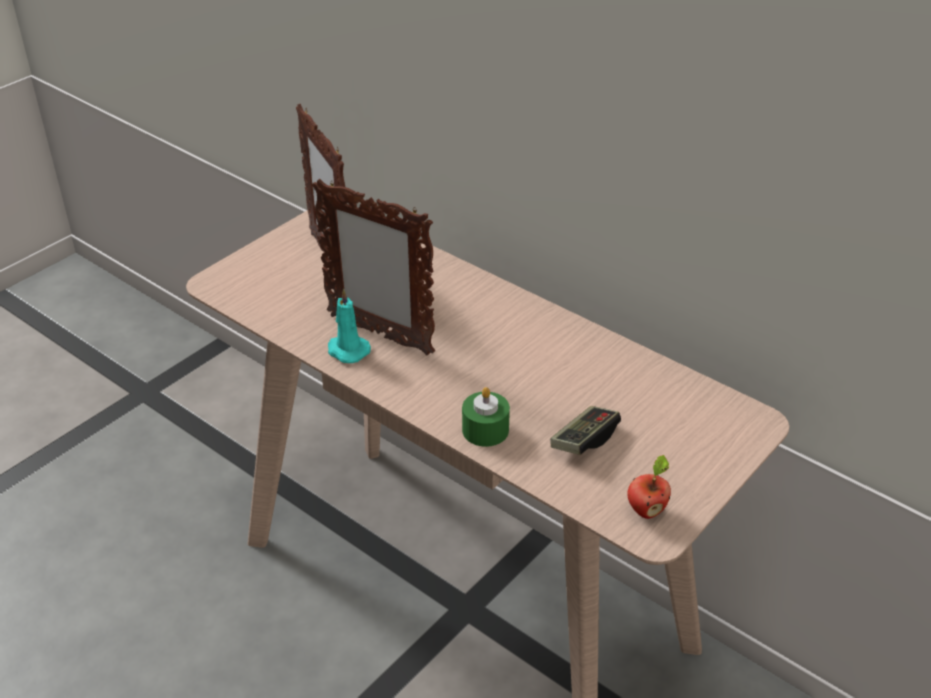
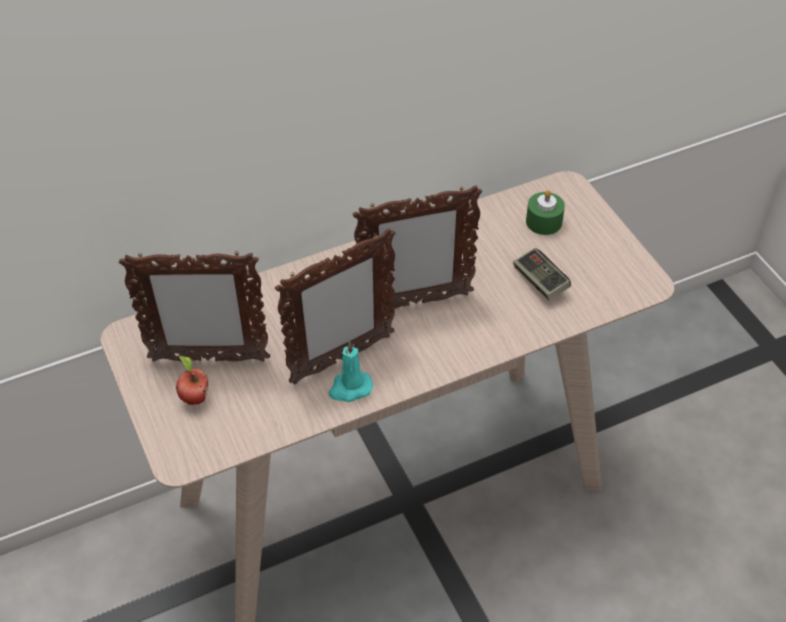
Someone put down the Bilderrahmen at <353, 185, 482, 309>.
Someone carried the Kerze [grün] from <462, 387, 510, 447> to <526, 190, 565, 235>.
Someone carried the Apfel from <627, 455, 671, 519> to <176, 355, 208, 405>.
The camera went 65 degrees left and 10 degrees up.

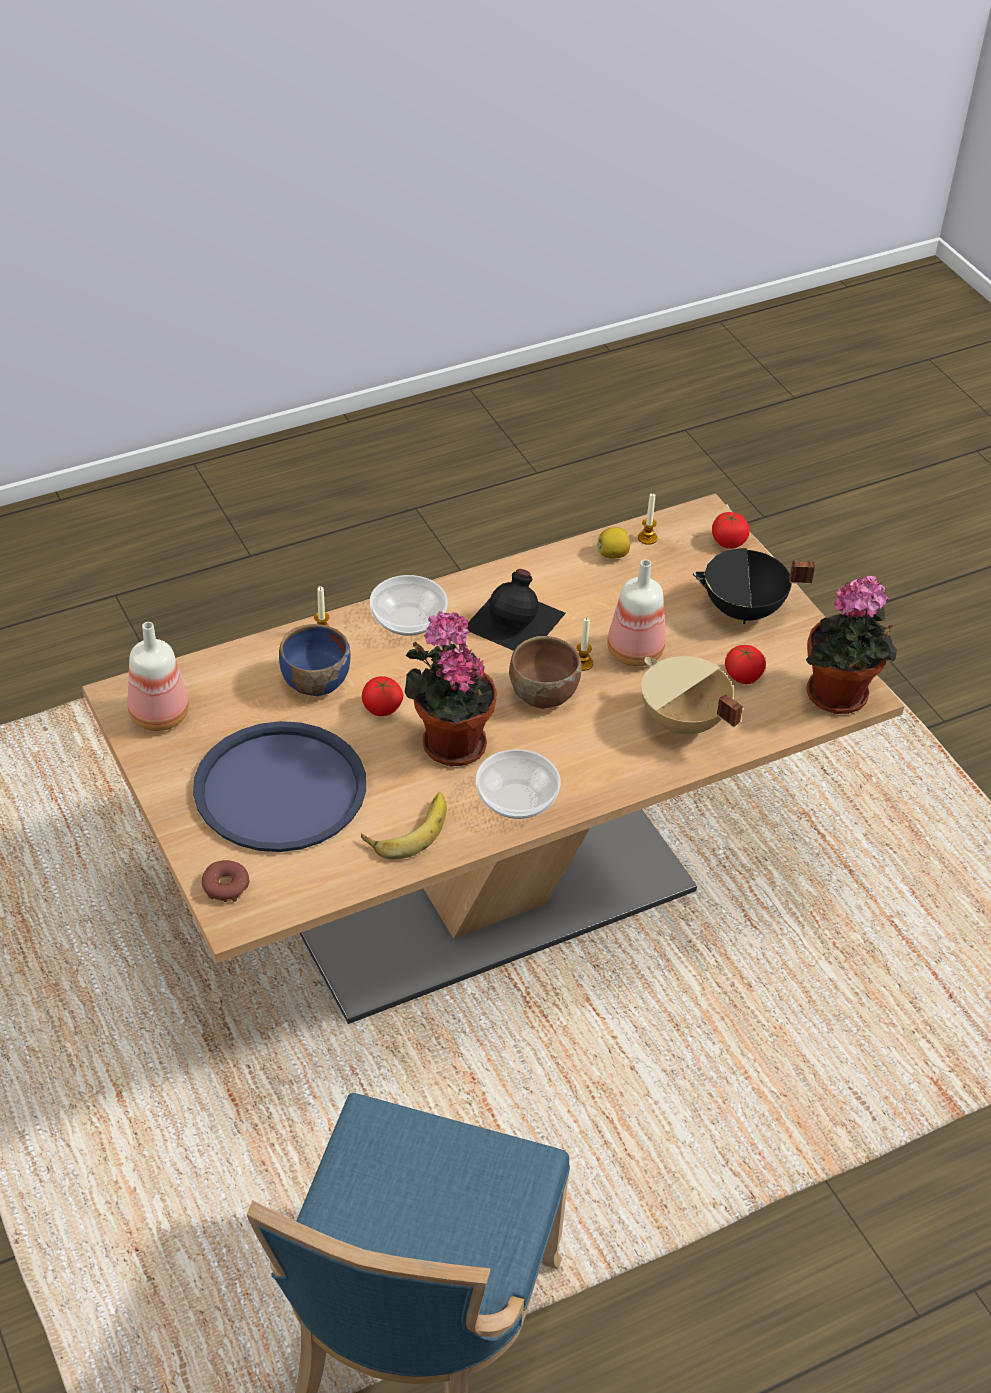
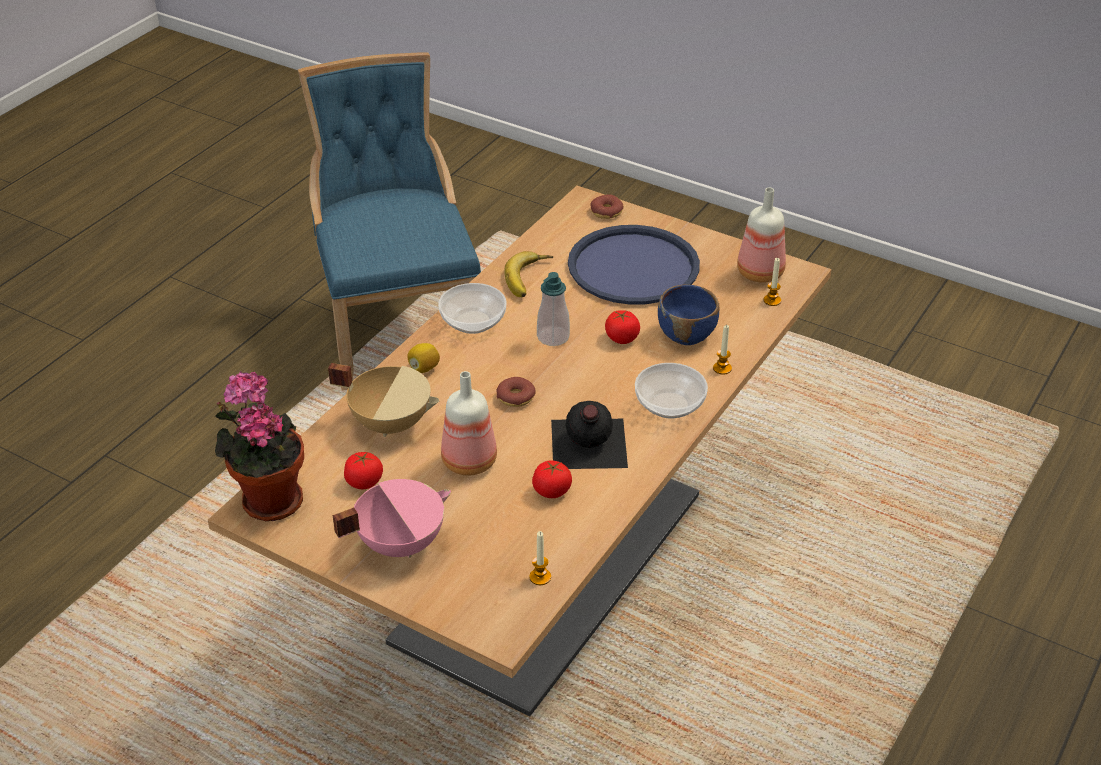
Someone carried the Kerze from <576, 618, 593, 671> to <764, 258, 781, 306>.
Someone carried the Zitrone from <597, 527, 630, 559> to <407, 343, 440, 373>.
Someone carried the Tomate from <712, 512, 750, 549> to <532, 460, 572, 498>.
Someone swapped the Topfpflanze at <405, 611, 497, 766> for the Seifenspender at <537, 272, 570, 346>.
Someone swapped the Schüssel [braun] at <509, 636, 582, 709> for the Donut at <497, 377, 536, 407>.
Someone repainted the Kochtopf [schwarz] at <693, 548, 815, 624>, which became the Kochtopf [rosa] at <333, 479, 451, 558>.
The camera went 150 degrees right and 5 degrees down.

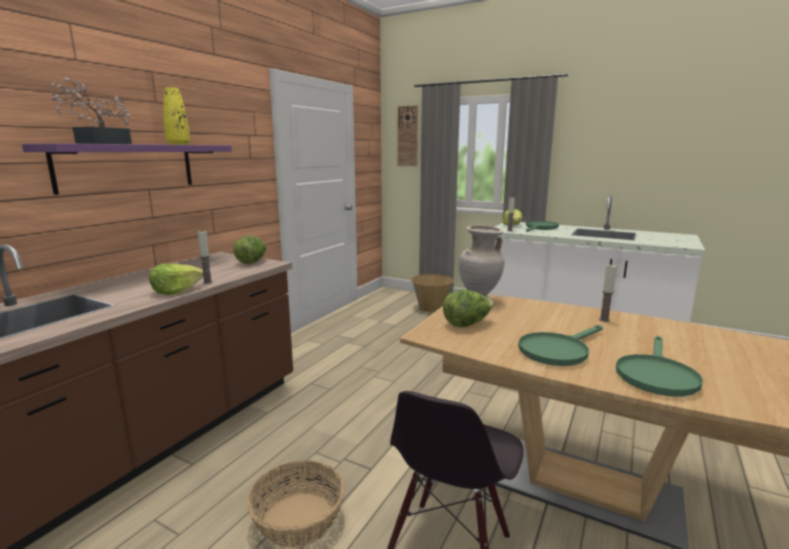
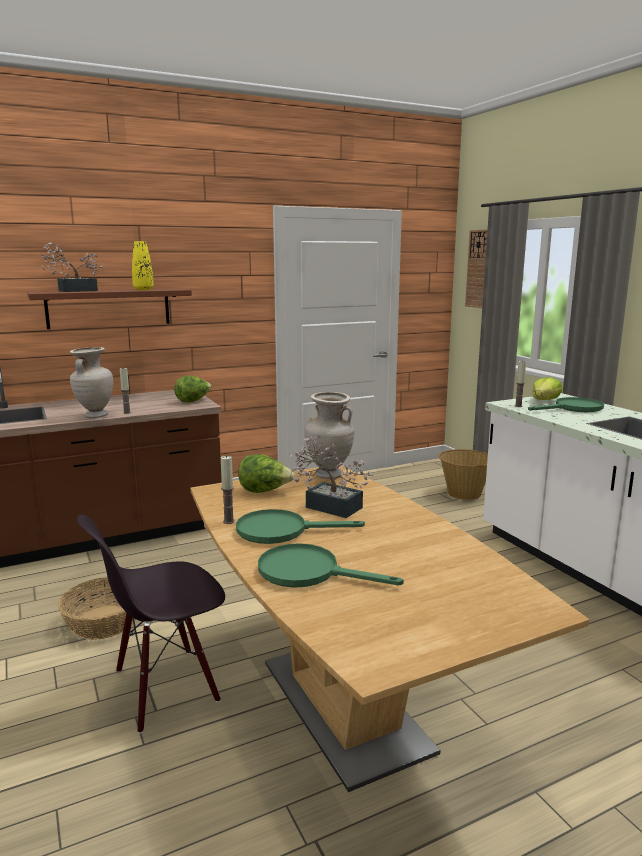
Someone put down the Topfpflanze at <289, 435, 374, 518>.
Someone carried the Kerze from <599, 264, 617, 322> to <221, 455, 235, 524>.
Someone swapped the Salatkopf at <149, 263, 203, 295> for the Vase [beige] at <70, 347, 113, 418>.
Someone repainted the Wandregal [lila] at <22, 143, 232, 195>, which became the Wandregal [braun] at <27, 288, 192, 329>.
Someone rotated the Pfanne [grün] at <616, 336, 703, 397> by 45 degrees clockwise.
The camera went 35 degrees right and 0 degrees up.

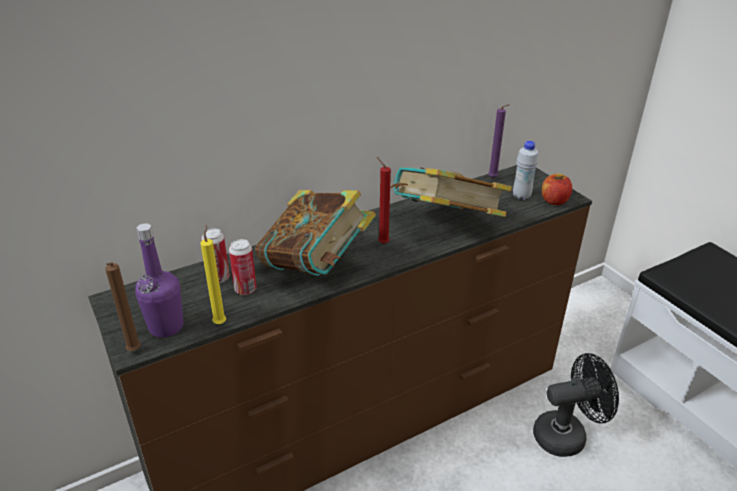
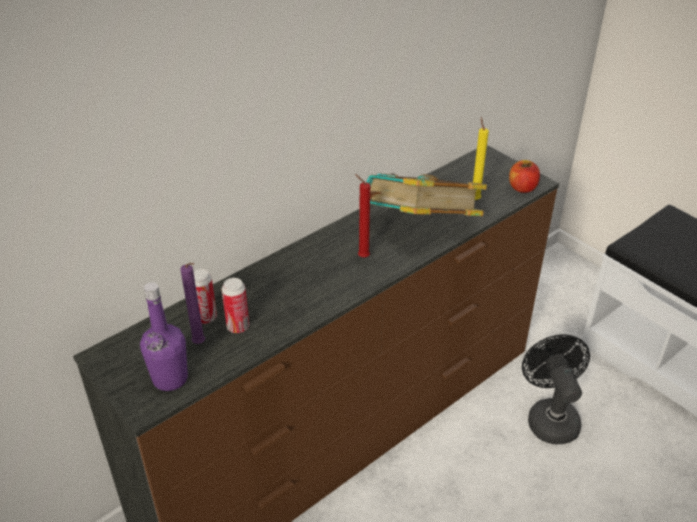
Someone took away the Kerze [braun] at <105, 262, 141, 351>.
Someone took away the Buch at <255, 190, 376, 276>.
Someone took away the Flasche [weiß] at <513, 141, 538, 200>.
Someone carried the Kerze [gelb] from <200, 225, 226, 324> to <473, 117, 489, 200>.
Someone carried the Kerze [lila] from <488, 104, 510, 178> to <181, 262, 205, 344>.
Someone rotated the Ventilator [schwarz] at <533, 353, 619, 457> by 75 degrees counterclockwise.
The camera went 10 degrees left and 5 degrees up.

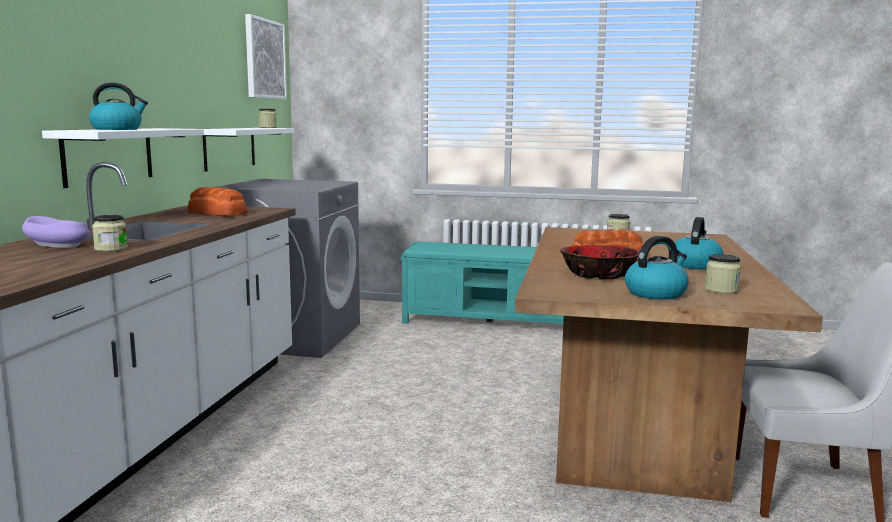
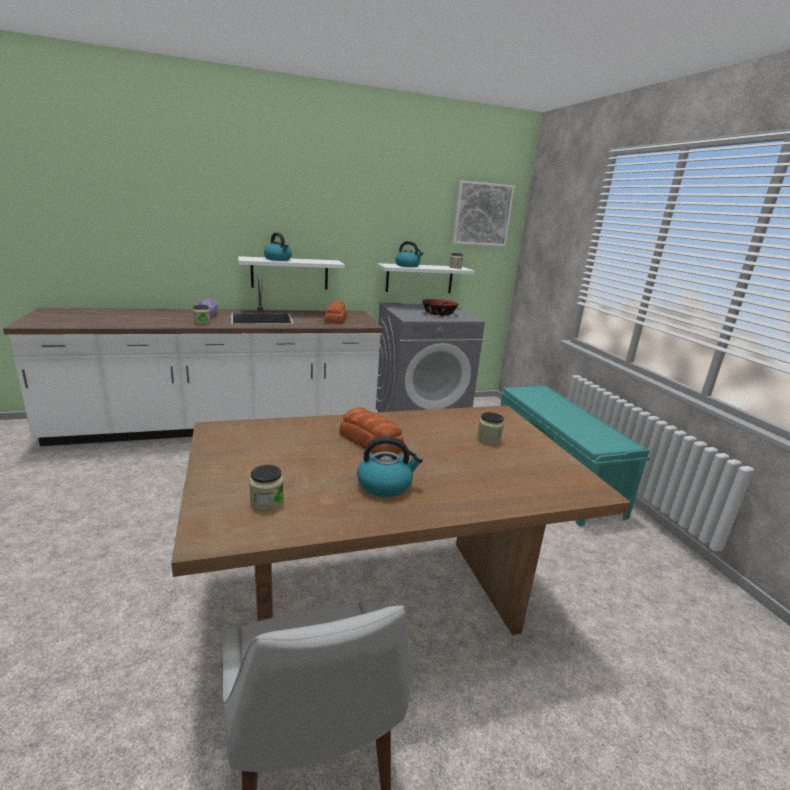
Someone carried the Schüssel from <560, 245, 639, 280> to <422, 299, 459, 316>.
Someone carried the Wasserkessel from <625, 236, 689, 300> to <395, 241, 423, 267>.
The camera went 60 degrees right and 10 degrees up.

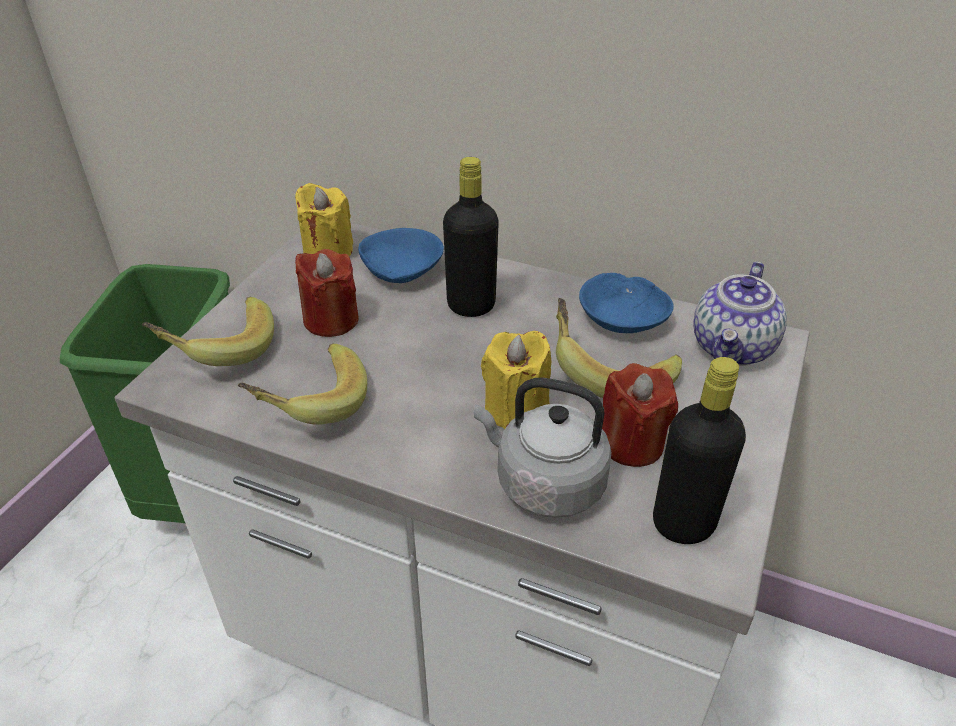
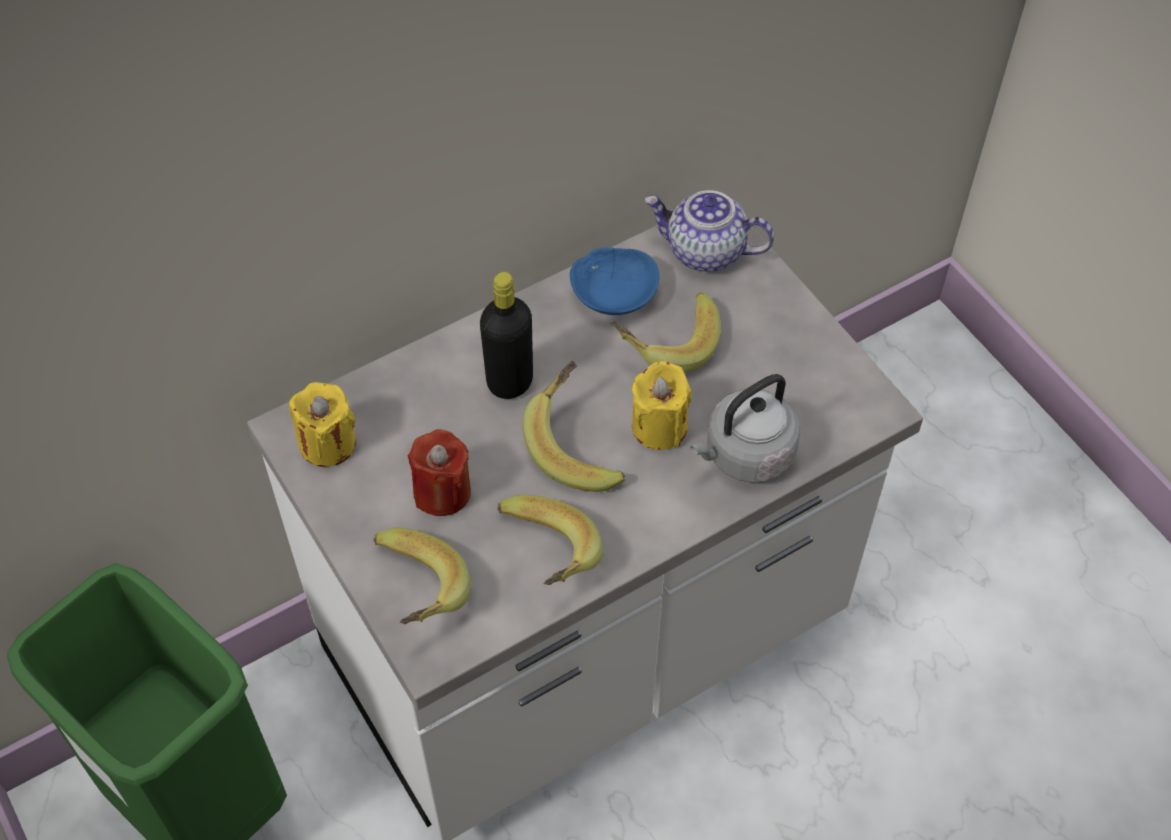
Someone took away the Schüssel [blau] at <358, 228, 444, 283>.
Someone took away the Kerze [rot] at <602, 363, 678, 467>.
Someone took away the Flasche [schwarz] at <653, 357, 746, 544>.
Someone put down the Banane at <522, 361, 625, 492>.
Someone rotated the Teekanne at <693, 262, 787, 366> by 135 degrees clockwise.
The camera went 55 degrees left and 15 degrees up.

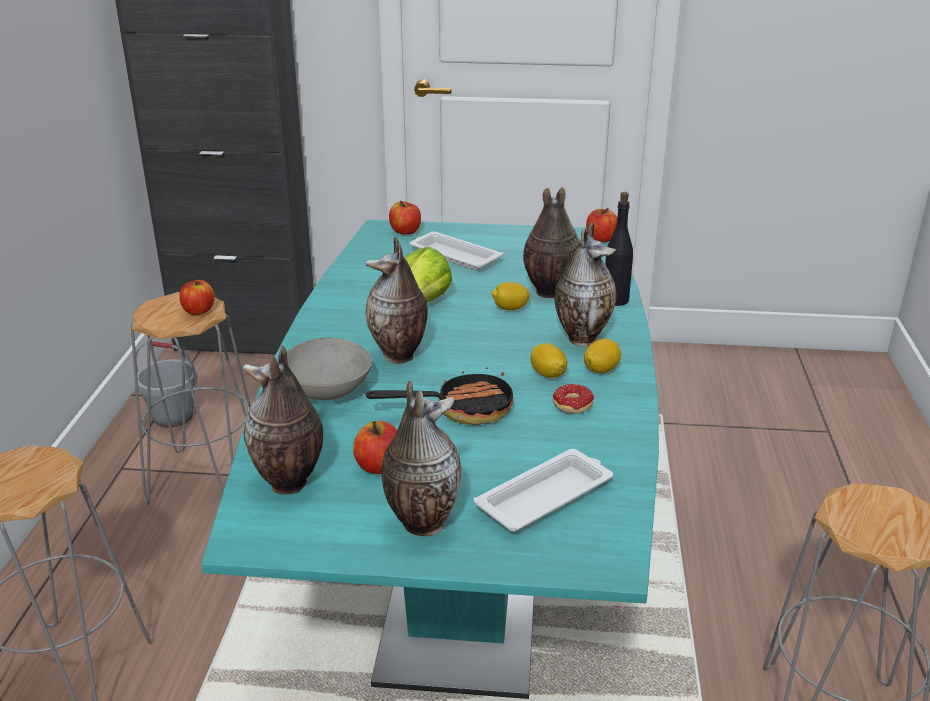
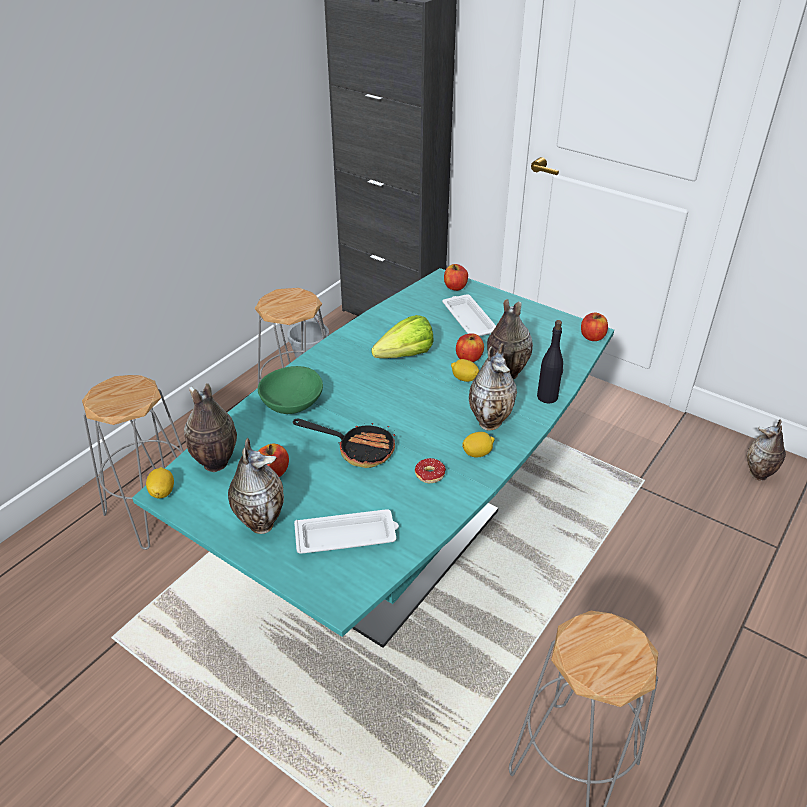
Someone carried the Apfel from <179, 280, 214, 315> to <456, 334, 484, 362>.
Someone carried the Vase from <365, 237, 428, 364> to <747, 419, 786, 481>.
Someone carried the Zitrone from <530, 343, 567, 378> to <146, 467, 174, 498>.
Someone repainted the Schüssel [grau] at <278, 337, 372, 400>, which became the Schüssel [grün] at <258, 366, 323, 414>.
The camera went 30 degrees right and 10 degrees up.

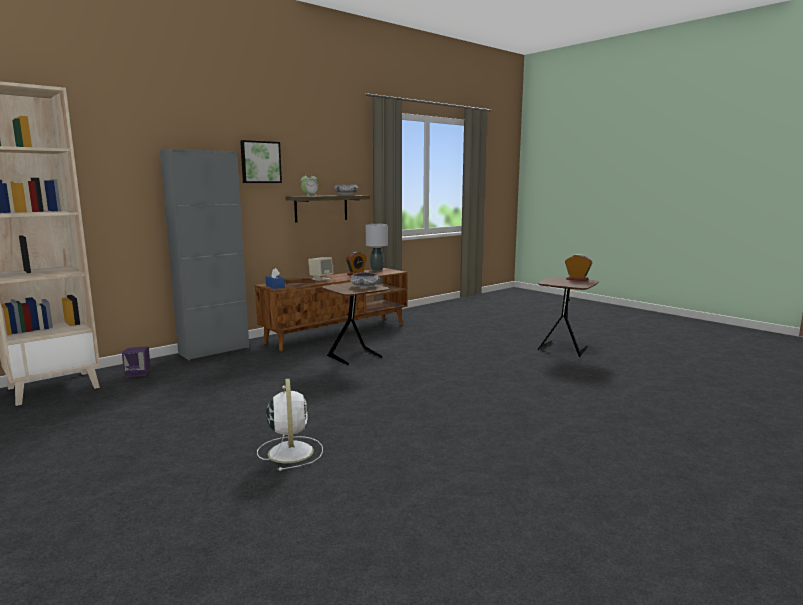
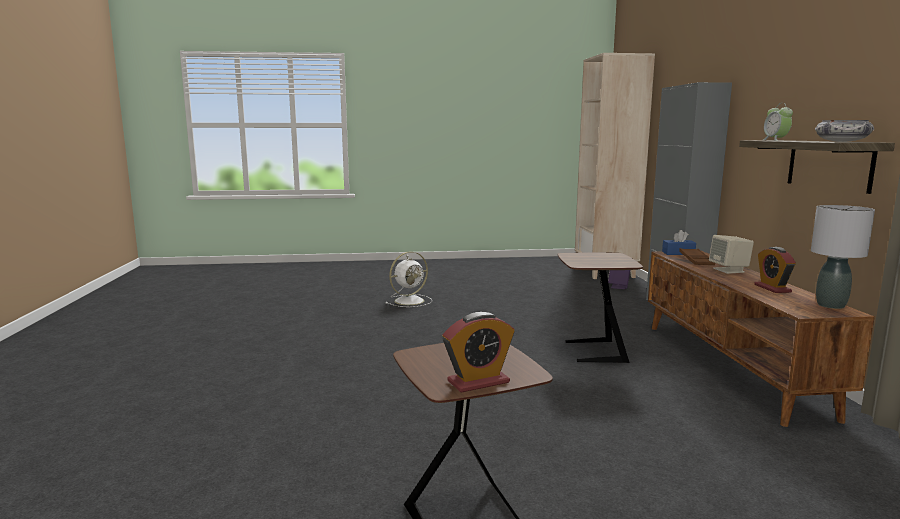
Someone took away the Bild at <240, 140, 282, 183>.
Someone took away the Schüssel at <350, 272, 380, 287>.
Someone rotated the Ventilator [weiß] at <257, 379, 323, 471> by 60 degrees counterclockwise.
The camera went 125 degrees right and 0 degrees up.

